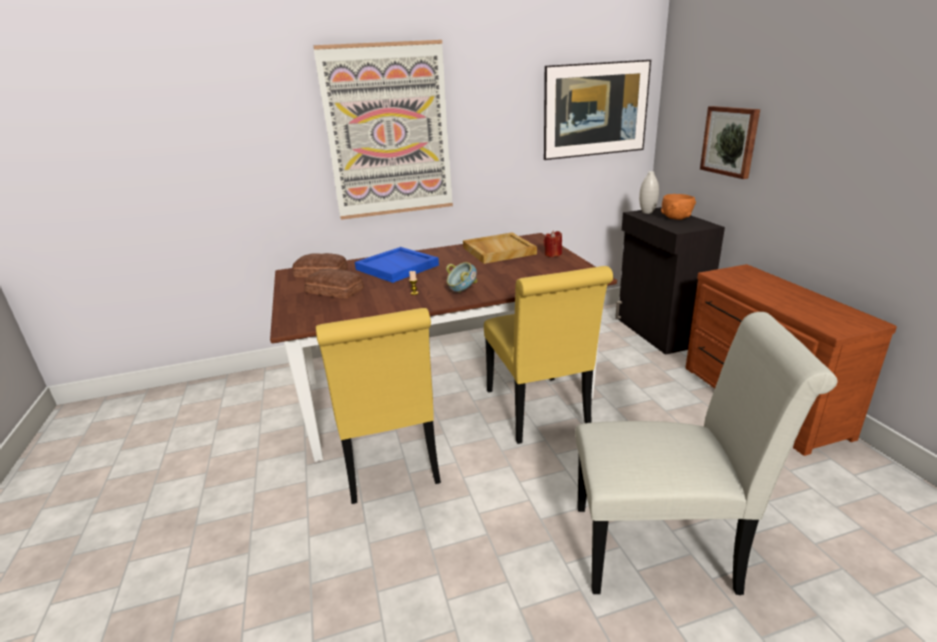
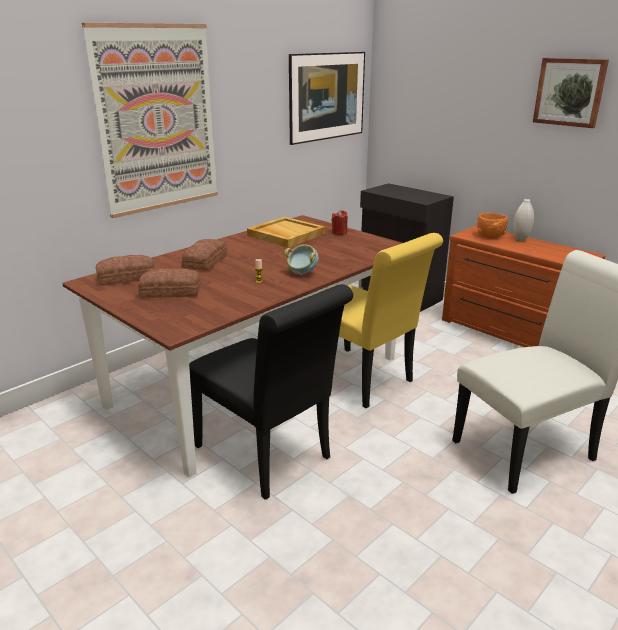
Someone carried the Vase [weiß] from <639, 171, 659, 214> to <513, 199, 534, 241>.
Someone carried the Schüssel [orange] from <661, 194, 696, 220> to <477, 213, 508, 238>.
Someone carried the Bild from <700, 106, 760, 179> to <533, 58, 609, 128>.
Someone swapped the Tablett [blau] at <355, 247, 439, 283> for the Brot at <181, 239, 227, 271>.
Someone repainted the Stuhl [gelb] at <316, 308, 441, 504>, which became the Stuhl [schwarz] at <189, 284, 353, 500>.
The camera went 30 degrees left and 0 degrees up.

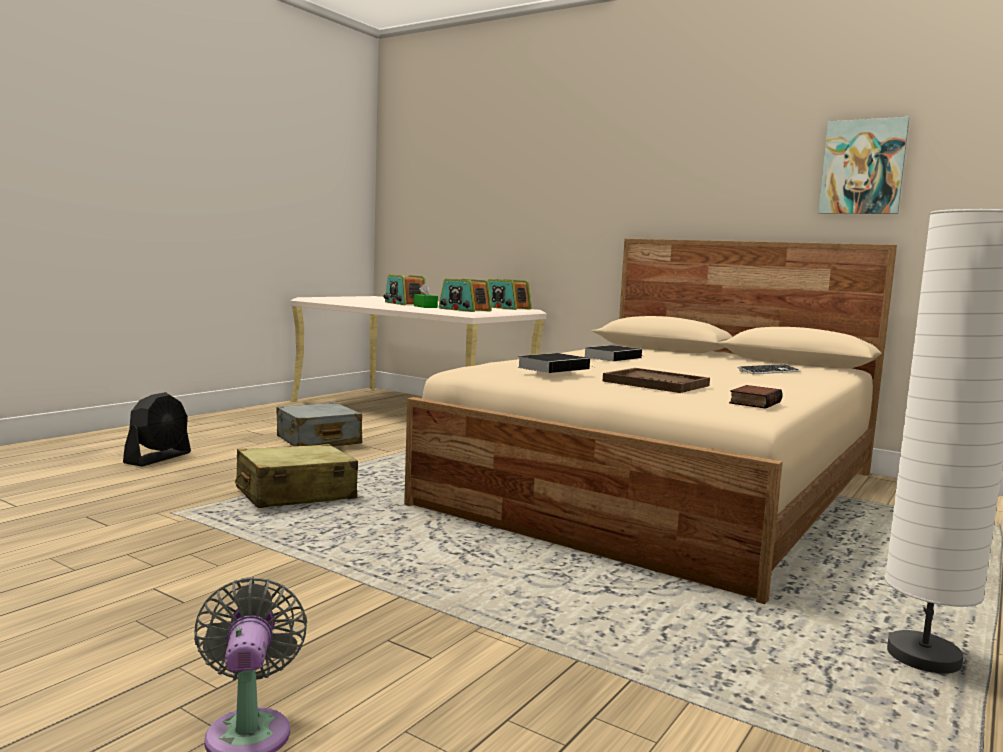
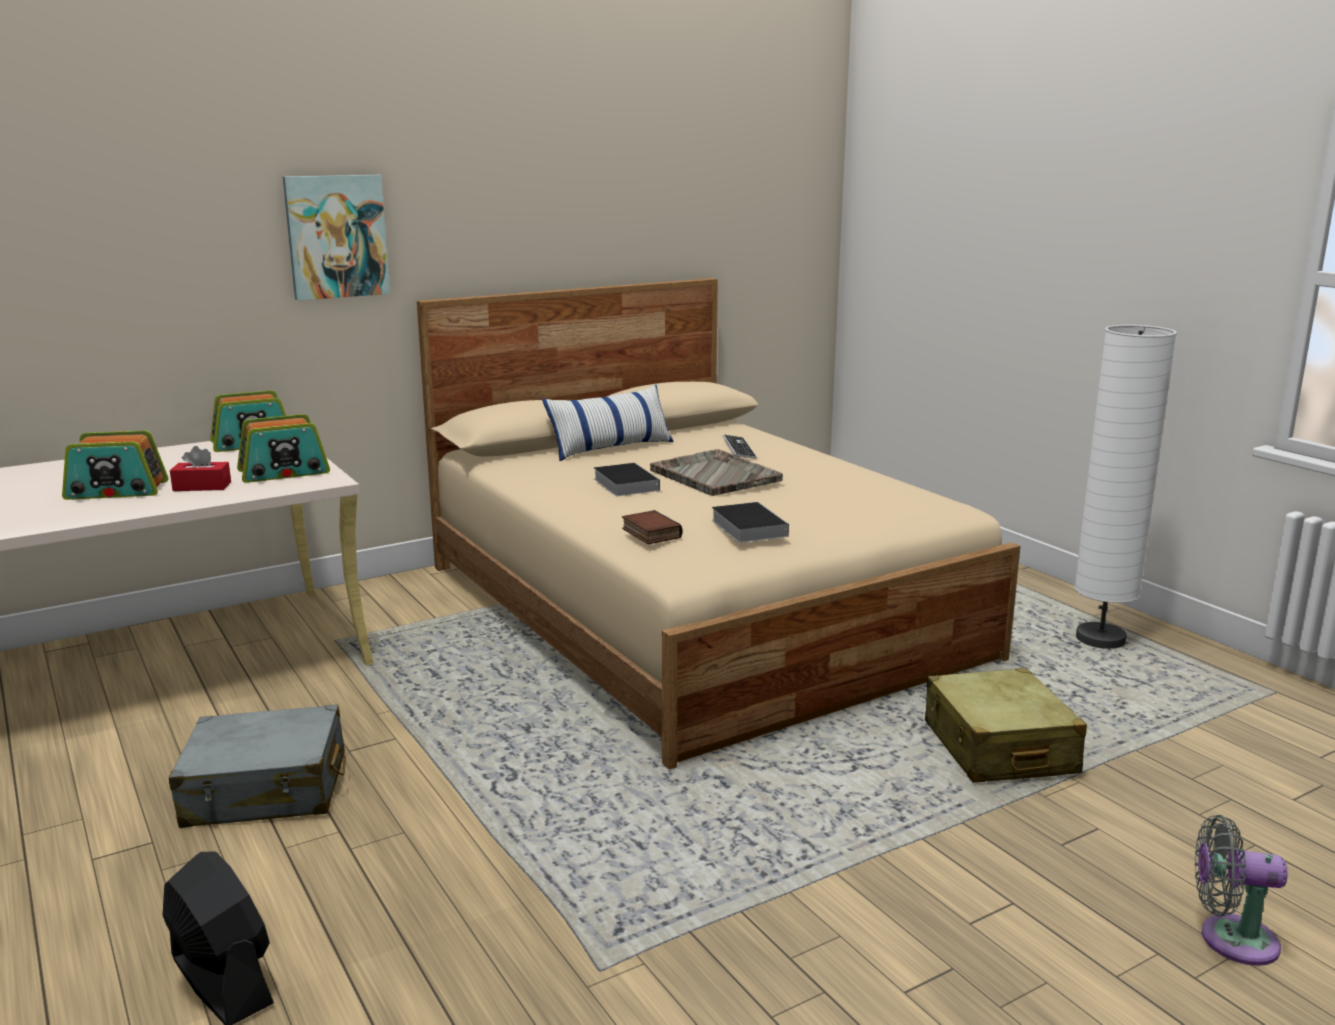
Someone took away the Tablett [braun] at <603, 368, 710, 393>.
Someone put down the Kissen at <542, 385, 674, 461>.
Someone put down the Tablett [grau] at <650, 449, 783, 496>.
Someone carried the Koffer [beige] from <235, 444, 358, 508> to <925, 668, 1087, 783>.
Someone carried the Buch from <729, 385, 783, 409> to <622, 510, 683, 544>.
Someone carried the Bild from <818, 117, 909, 214> to <283, 175, 390, 301>.
Someone repainted the Taschentuchbox [grün] at <414, 284, 438, 308>, which became the Taschentuchbox [rot] at <170, 446, 231, 491>.
The camera went 65 degrees left and 10 degrees up.

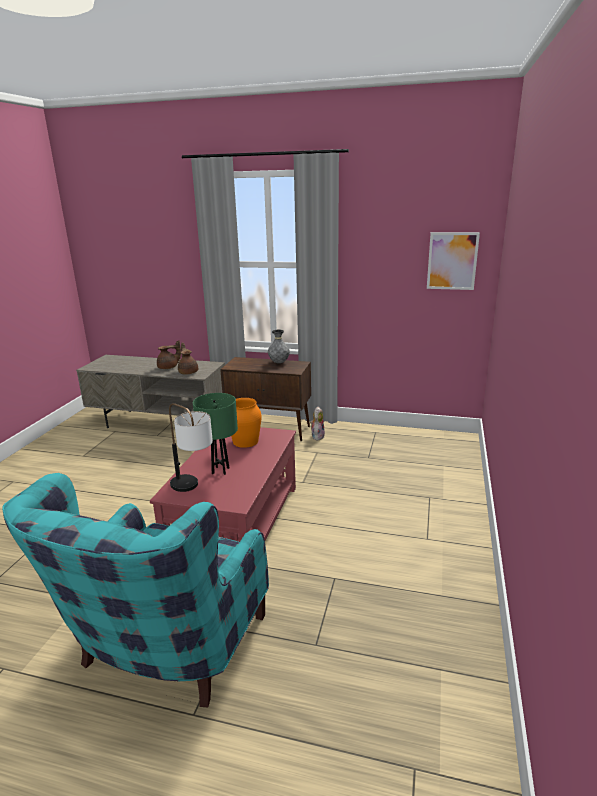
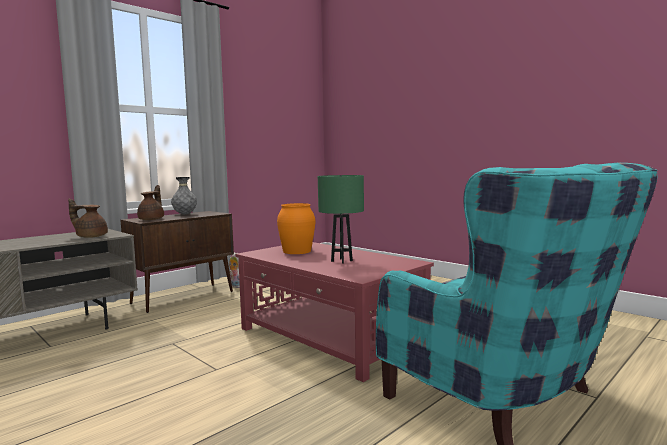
Someone took away the Tischlampe at <169, 403, 213, 492>.
Someone took away the Bild at <427, 232, 480, 290>.
Someone carried the Teekanne [braun] from <157, 340, 181, 369> to <137, 185, 164, 220>.
The camera went 60 degrees left and 15 degrees down.

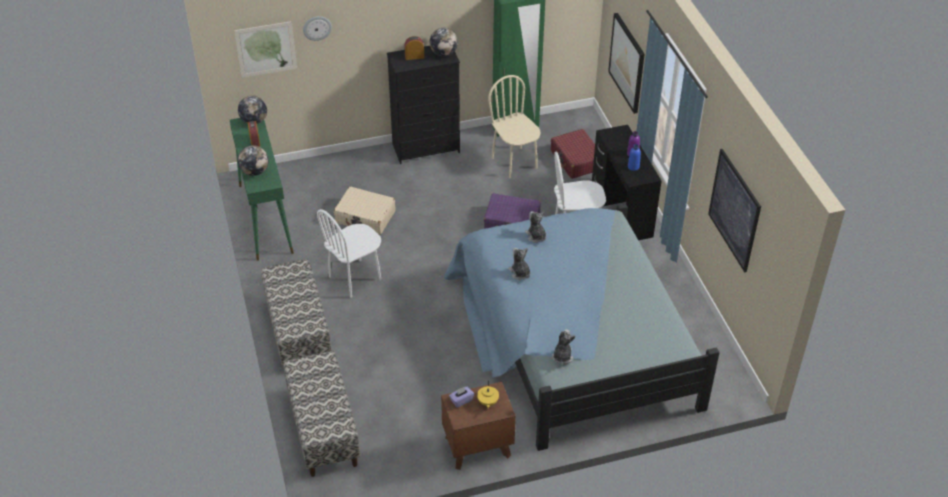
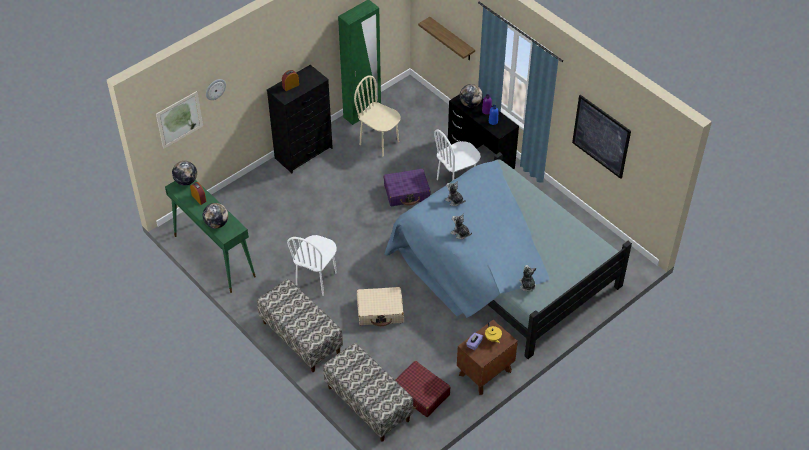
Someone carried the Koffer [beige] from <334, 186, 395, 235> to <357, 287, 404, 326>.
Someone carried the Globus from <430, 28, 458, 57> to <460, 84, 483, 108>.
Someone carried the Koffer [rot] from <551, 129, 595, 179> to <395, 361, 451, 417>.
Someone swapped the Bild at <608, 13, 645, 114> for the Wandregal at <418, 17, 475, 60>.
The camera went 25 degrees left and 5 degrees up.

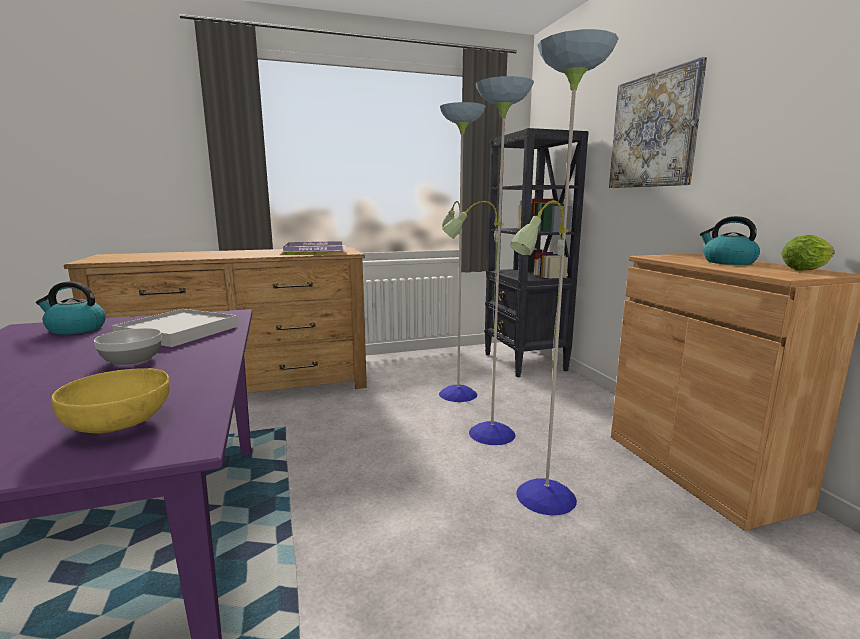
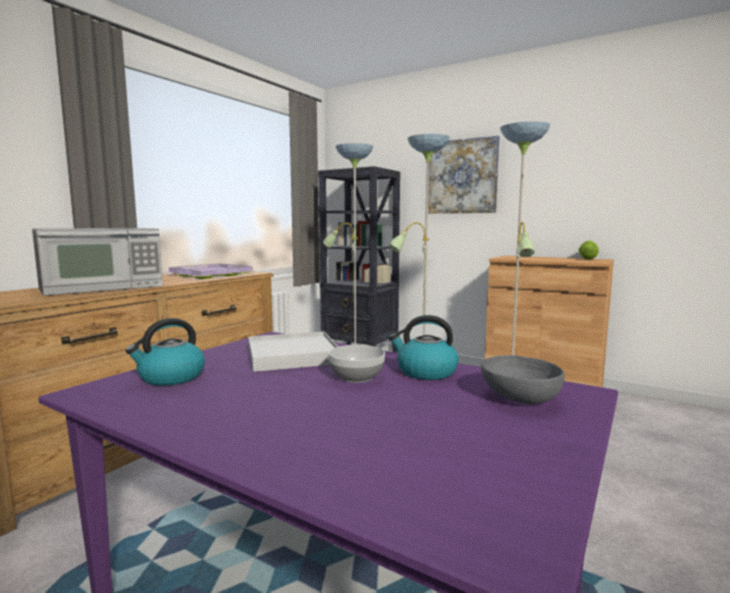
Someone put down the Mikrowelle at <32, 228, 163, 296>.
Someone carried the Wasserkessel from <700, 216, 760, 265> to <389, 315, 459, 380>.
Someone repainted the Schüssel [gelb] at <51, 368, 170, 434>, which became the Schüssel [grau] at <481, 355, 564, 405>.
The camera went 40 degrees left and 5 degrees down.

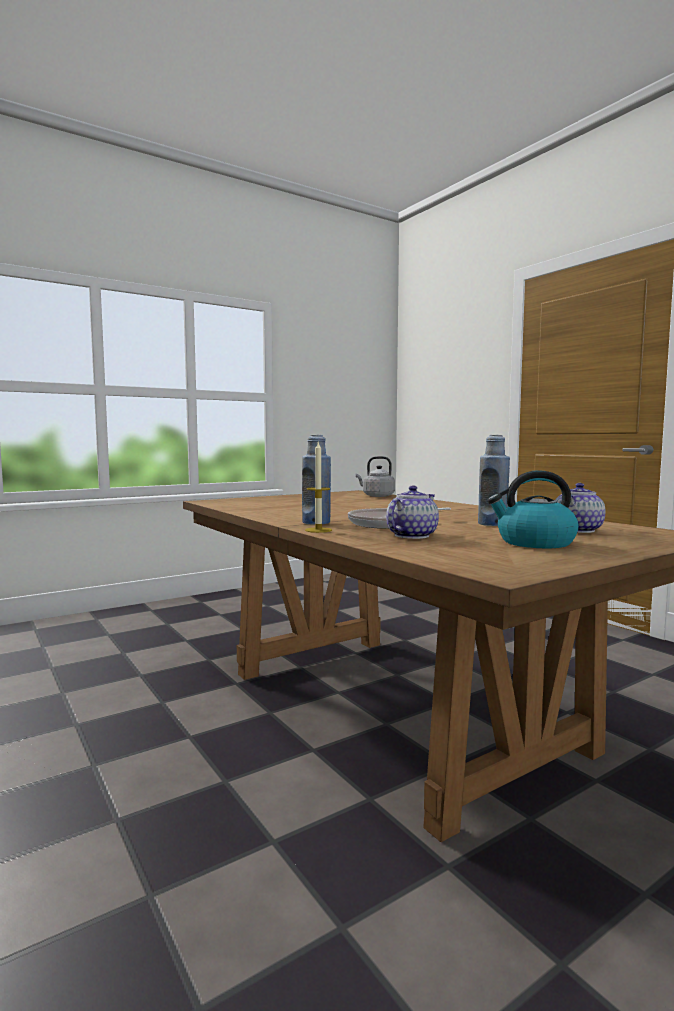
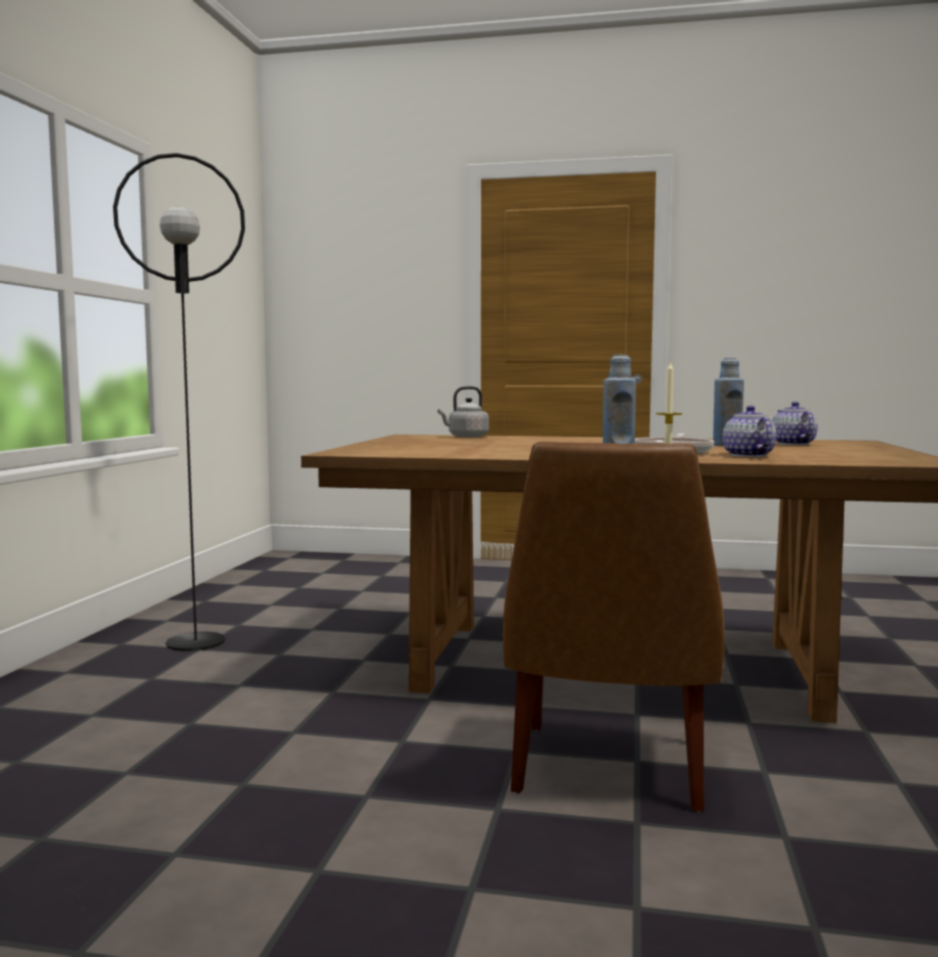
Someone took away the Wasserkessel at <487, 470, 579, 548>.
Someone put down the Stehlampe [schwarz] at <113, 153, 245, 651>.
Someone put down the Stuhl [braun] at <503, 442, 725, 812>.
The camera went 45 degrees left and 0 degrees up.

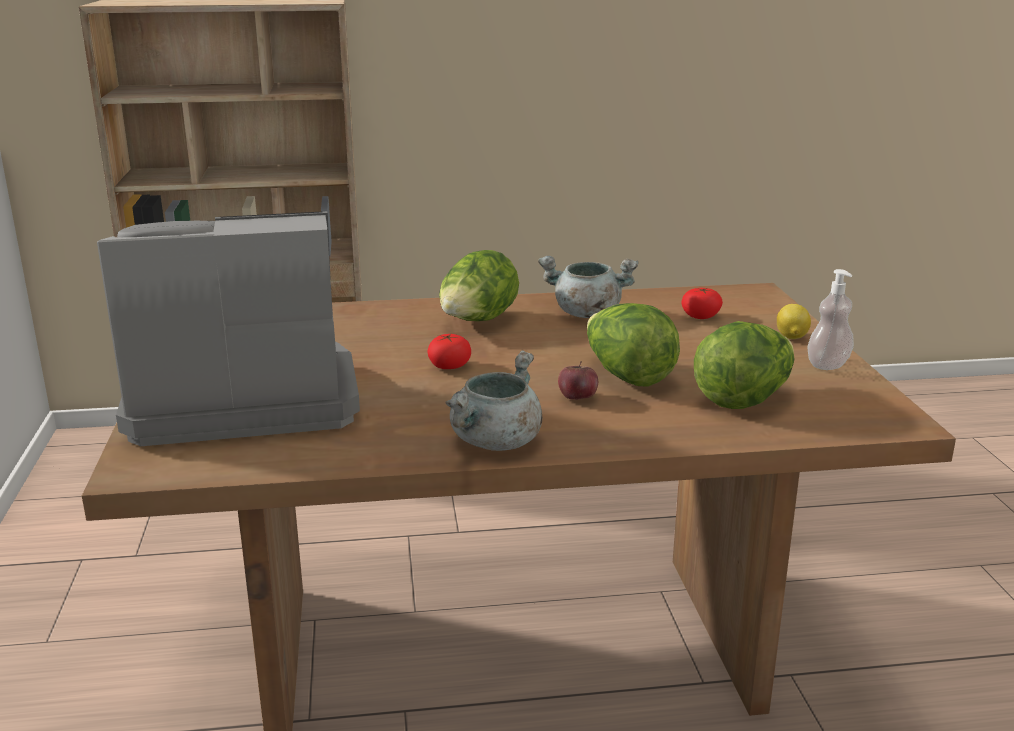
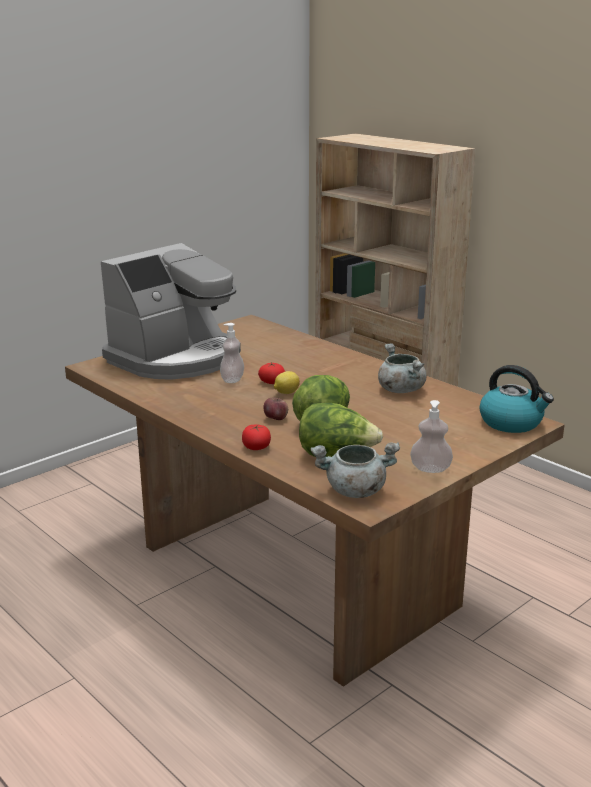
Someone took away the Salatkopf at <439, 250, 519, 321>.
Someone put down the Seifenspender at <220, 323, 244, 383>.
Someone put down the Wasserkessel at <480, 365, 554, 433>.
Someone carried the Kochtopf [grau] from <445, 350, 542, 451> to <310, 442, 400, 498>.
Someone carried the Tomate from <682, 288, 723, 319> to <242, 424, 271, 450>.
Someone carried the Zitrone from <777, 304, 811, 339> to <274, 371, 300, 394>.
Someone rotated the Kaffeemaschine at <97, 211, 360, 446> by 90 degrees clockwise.
The camera went 55 degrees right and 0 degrees up.

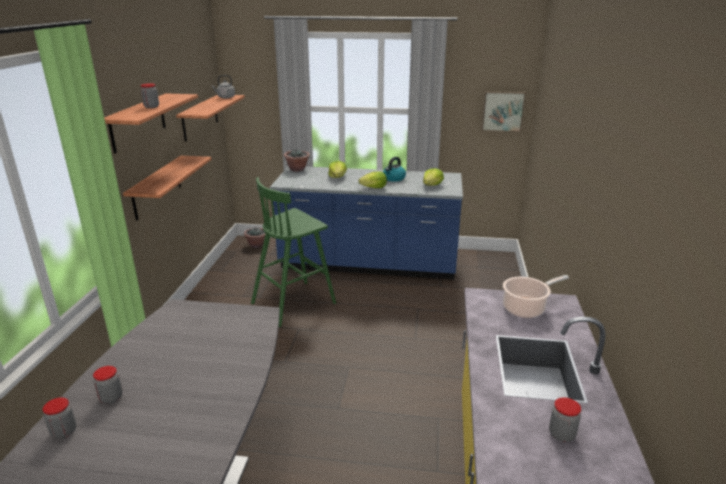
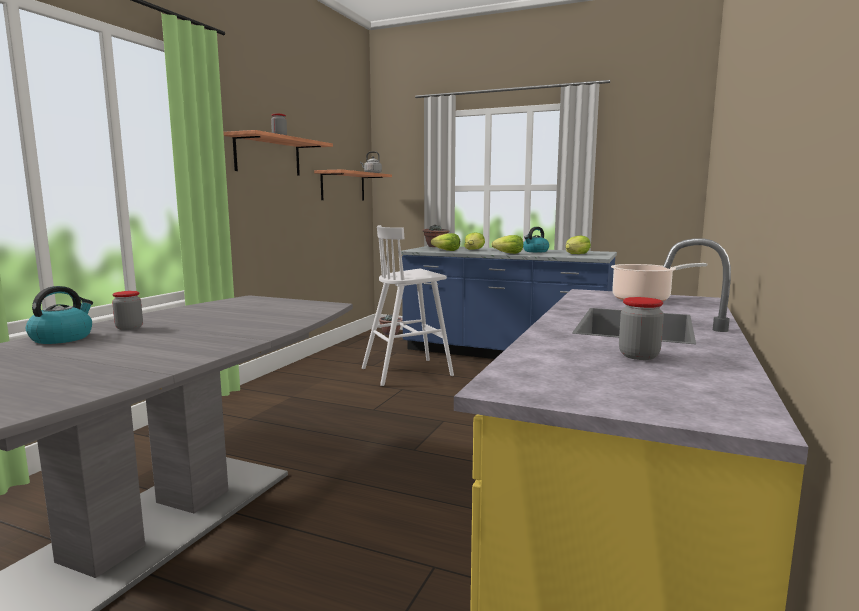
Someone took away the Wandregal at <123, 156, 212, 221>.
Someone took away the Bild at <481, 91, 526, 132>.
Someone put down the Salatkopf at <431, 233, 460, 251>.
Someone swapped the Vorratsglas at <43, 397, 76, 439> for the Wasserkessel at <26, 286, 93, 344>.
Someone repainted the Hocker [grün] at <251, 177, 336, 327>, which became the Hocker [weiß] at <362, 225, 454, 386>.
The camera went 15 degrees right and 15 degrees down.

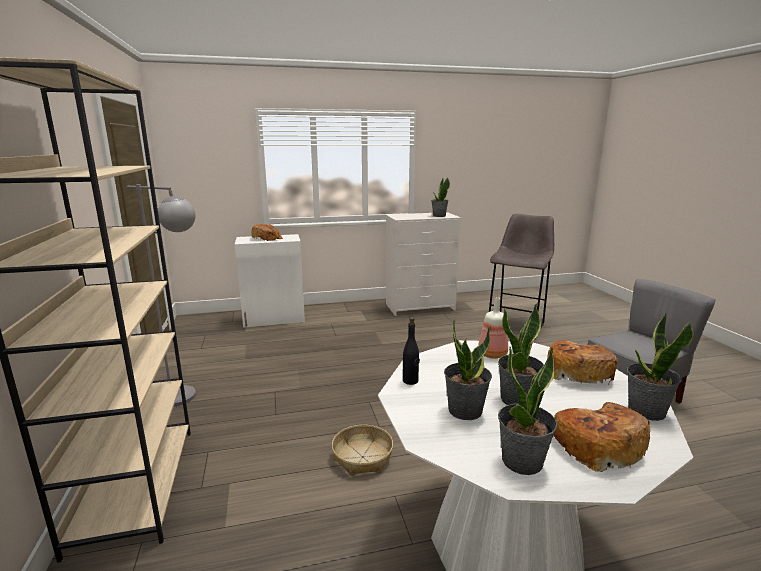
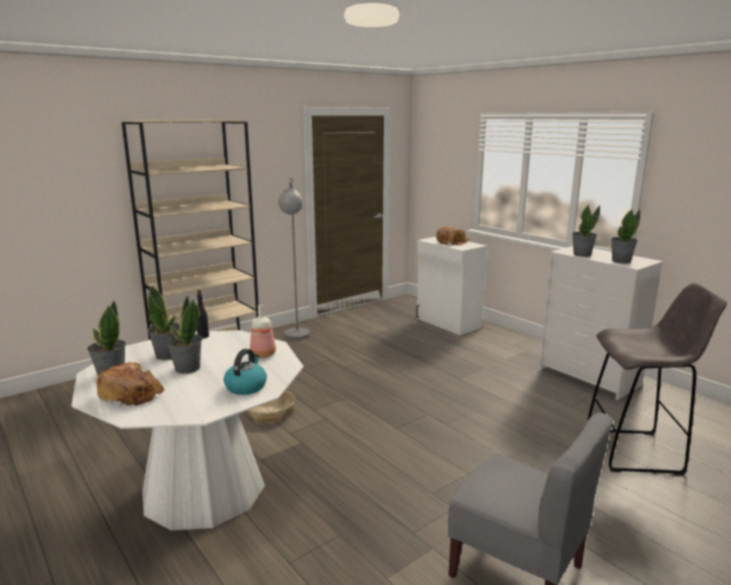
Someone carried the Topfpflanze from <627, 312, 694, 421> to <572, 204, 600, 257>.
Someone swapped the Brot at <547, 340, 618, 384> for the Wasserkessel at <224, 349, 267, 395>.
The camera went 65 degrees right and 0 degrees up.

